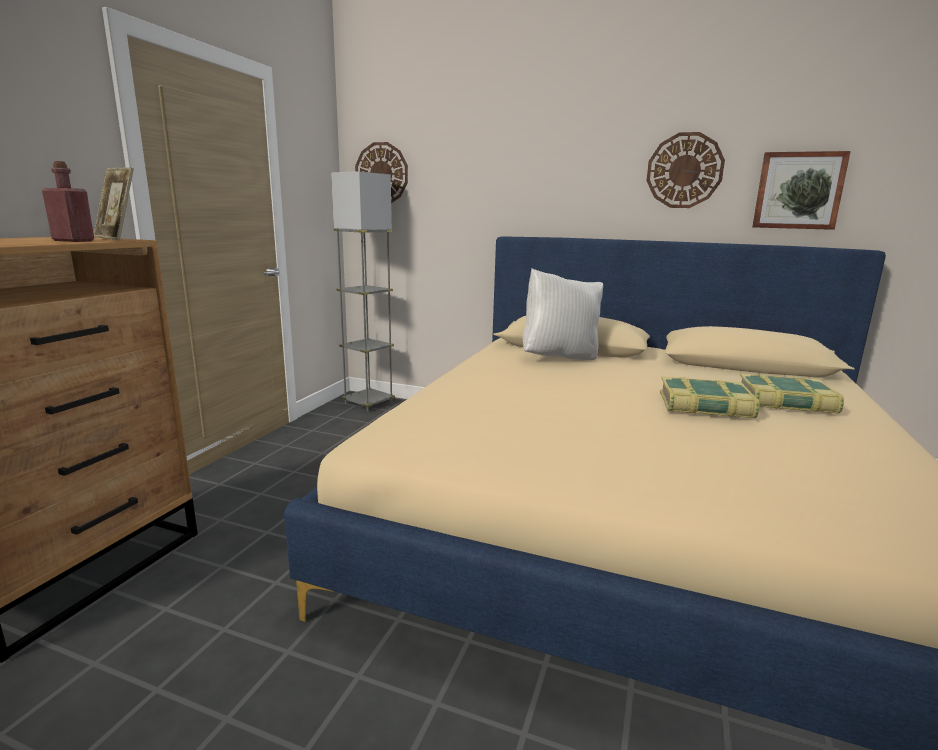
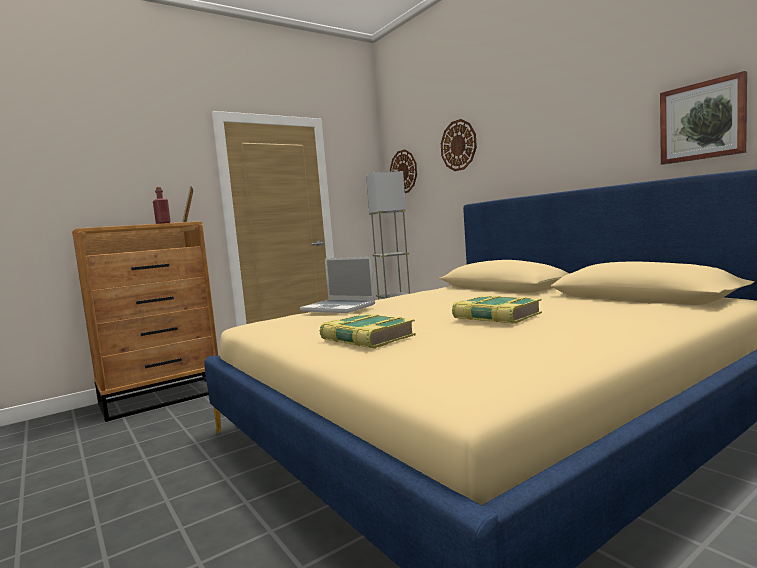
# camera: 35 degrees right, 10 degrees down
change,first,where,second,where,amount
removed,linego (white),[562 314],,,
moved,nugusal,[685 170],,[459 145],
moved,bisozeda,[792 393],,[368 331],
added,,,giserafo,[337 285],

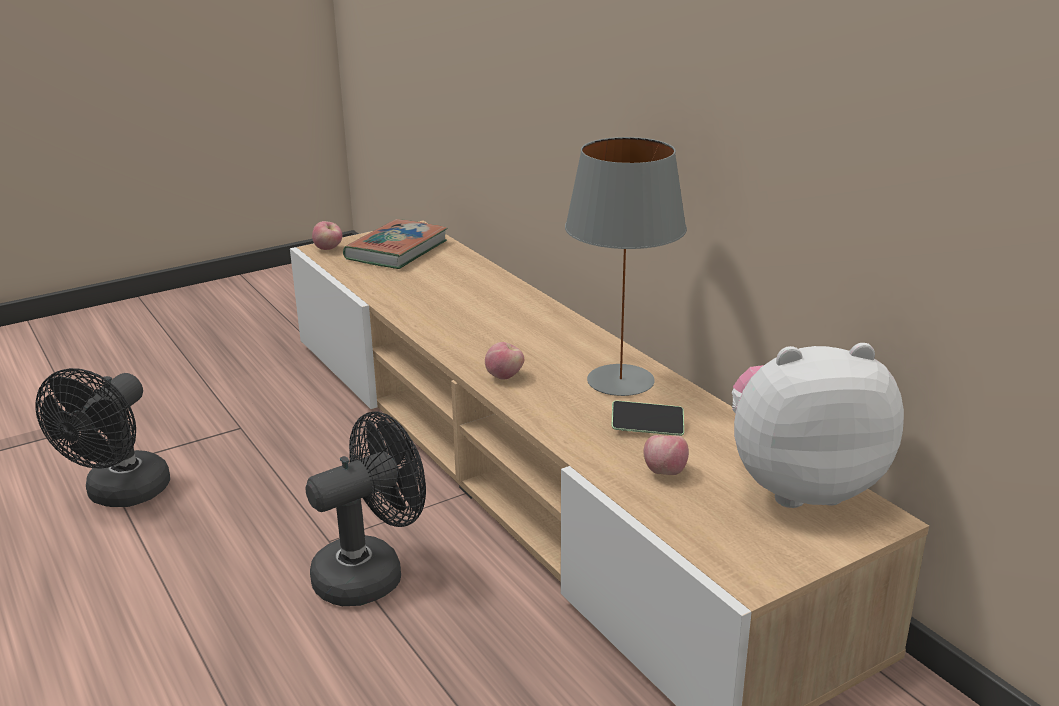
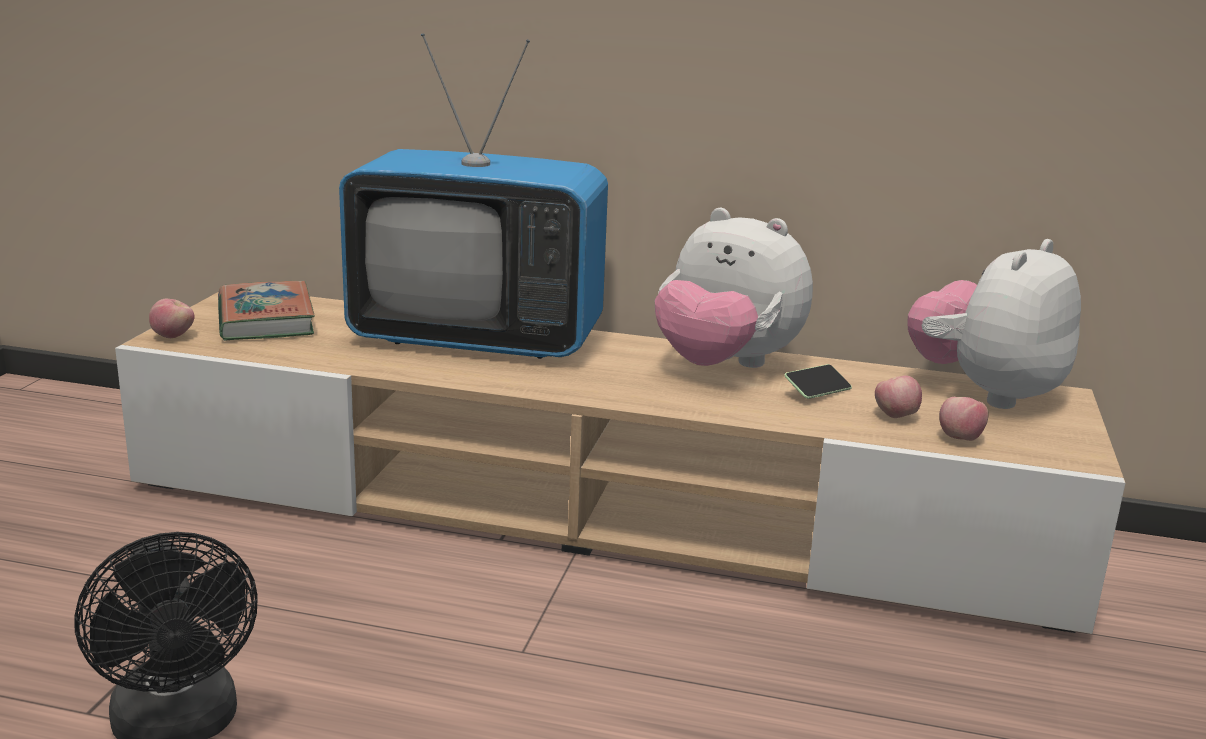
# camera: 45 degrees left, 5 degrees down
change,first,where,second,where,amount
removed,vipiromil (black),[366 508],,,
moved,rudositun,[504 361],,[964 419],
replaced,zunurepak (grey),[626 266],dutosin,[734 288],
added,,,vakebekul,[473 196],

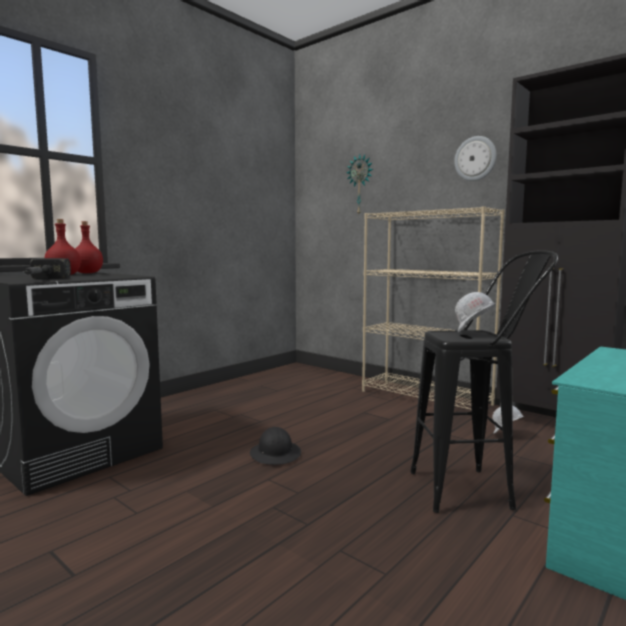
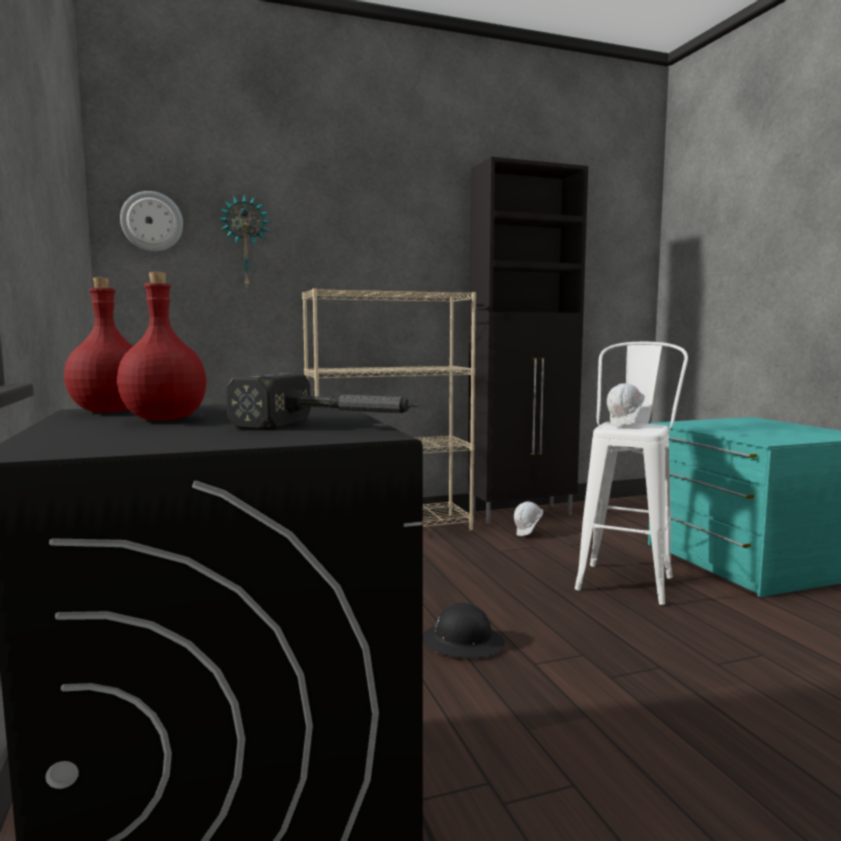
# camera: 60 degrees left, 0 degrees up
change,first,where,second,where,amount
recoloured,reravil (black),[484 381],reravil (white),[631 473],
moved,nugusal,[475 158],,[151 221],

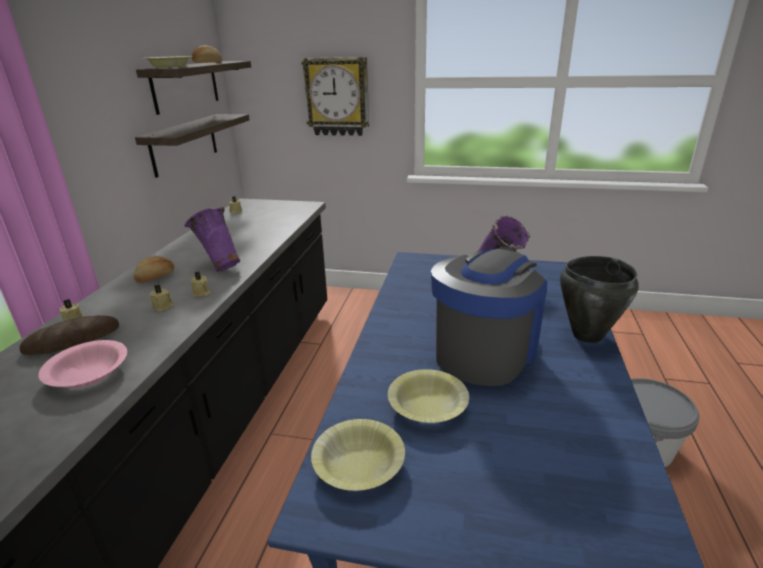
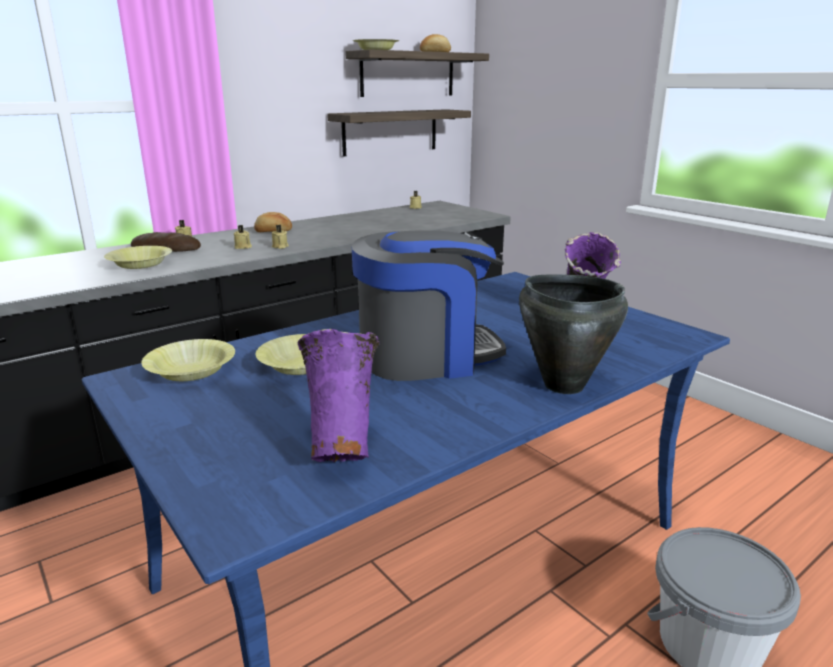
# camera: 40 degrees right, 5 degrees down
change,first,where,second,where,amount
recoloured,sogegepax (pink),[82 364],sogegepax (yellow),[138 257],
moved,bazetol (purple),[212 239],,[338 395],
removed,nugusal,[335 96],,,

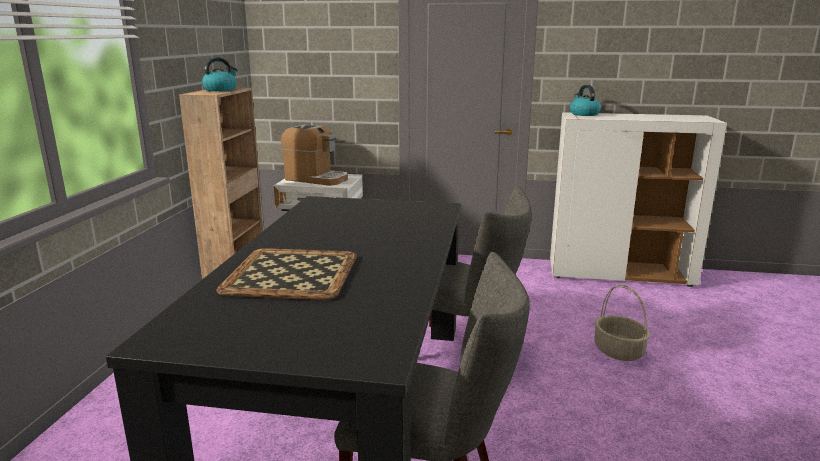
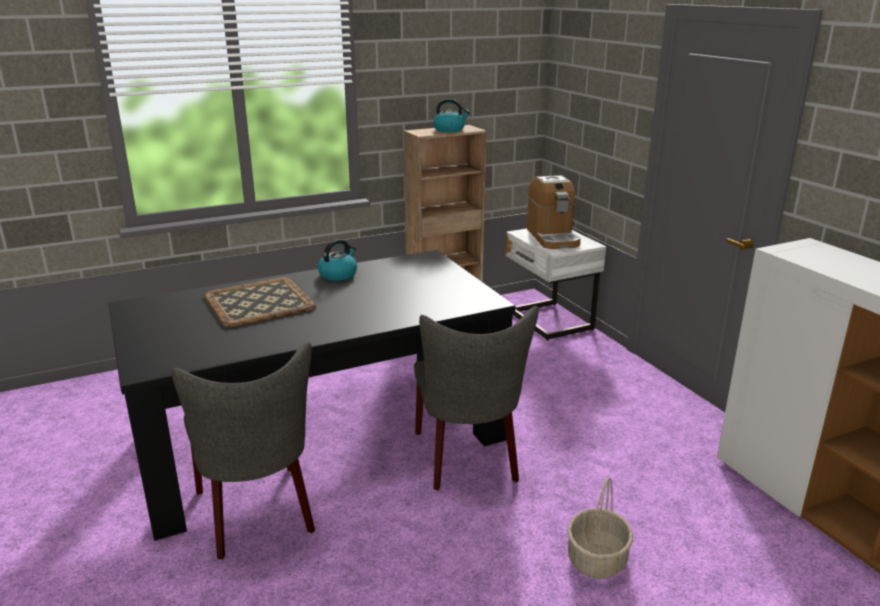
# camera: 55 degrees right, 5 degrees up
change,first,where,second,where,amount
moved,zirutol,[585 100],,[337 260],

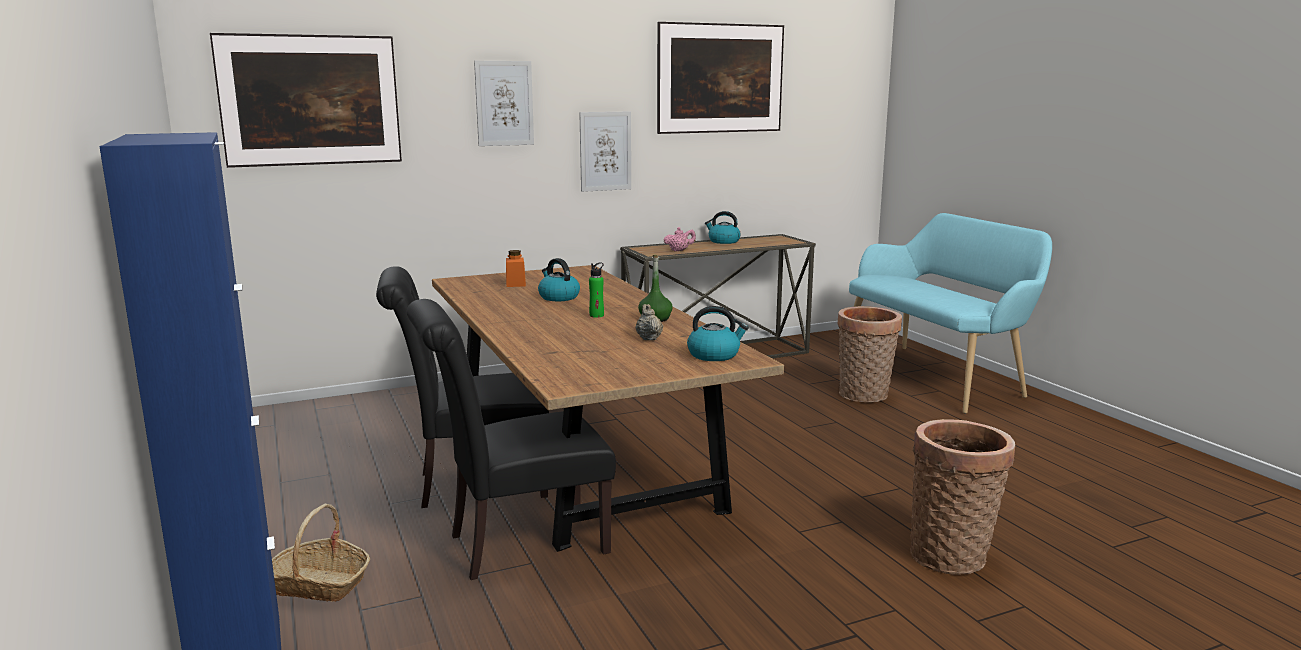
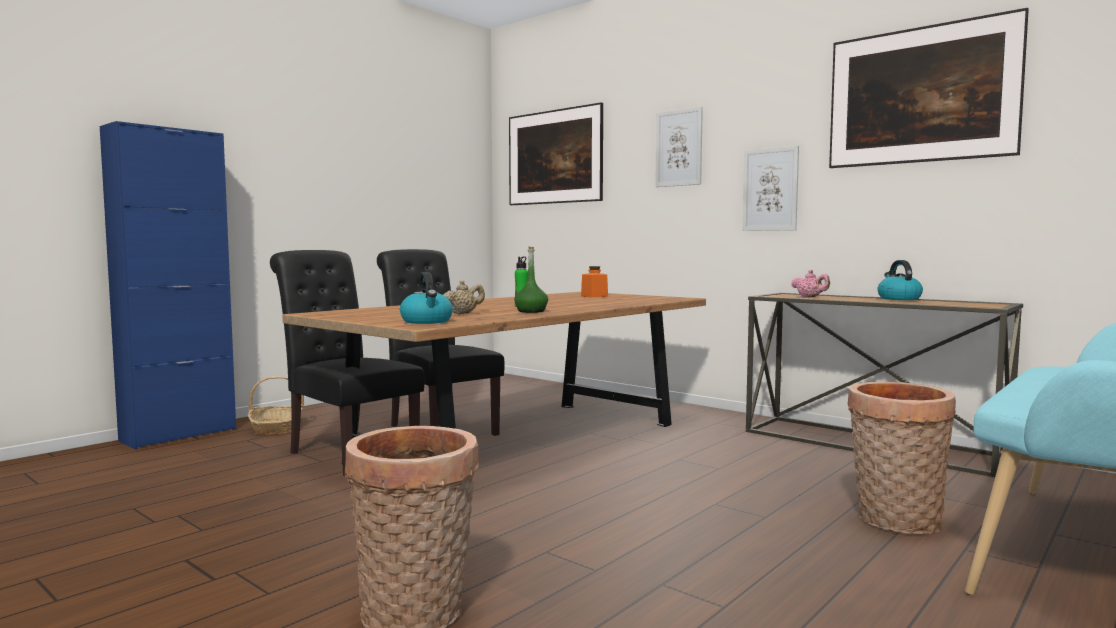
# camera: 65 degrees right, 10 degrees down
change,first,where,second,where,amount
removed,zirutol,[559 279],,,

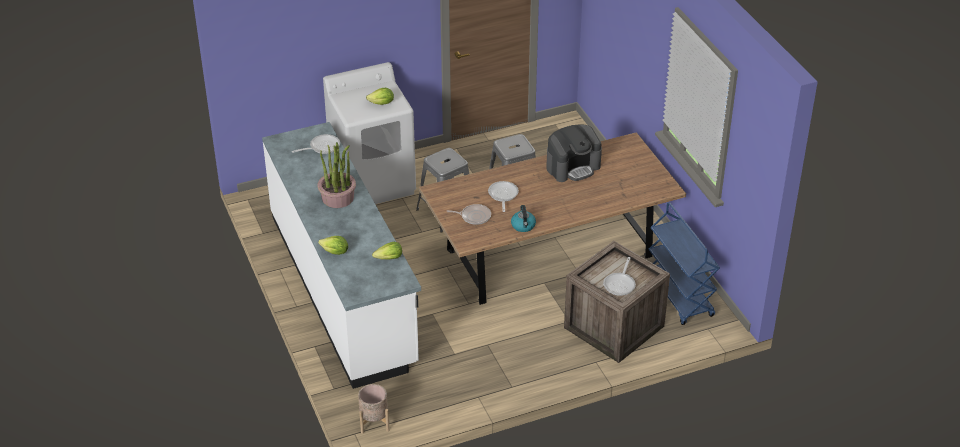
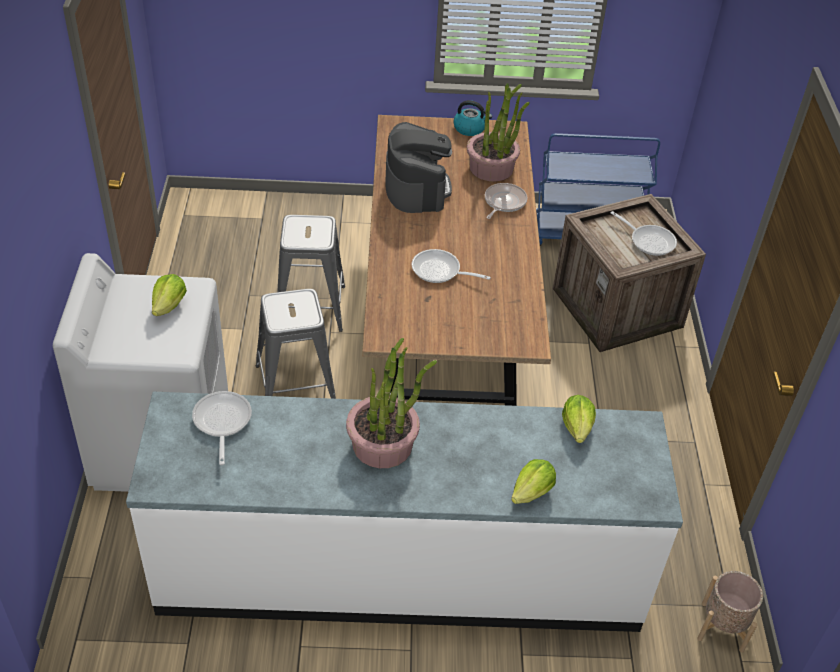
# camera: 70 degrees left, 5 degrees up
change,first,where,second,where,amount
moved,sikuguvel,[468 214],,[506 201],
moved,zirutol,[523 218],,[472 118],
added,,,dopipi,[498 132],

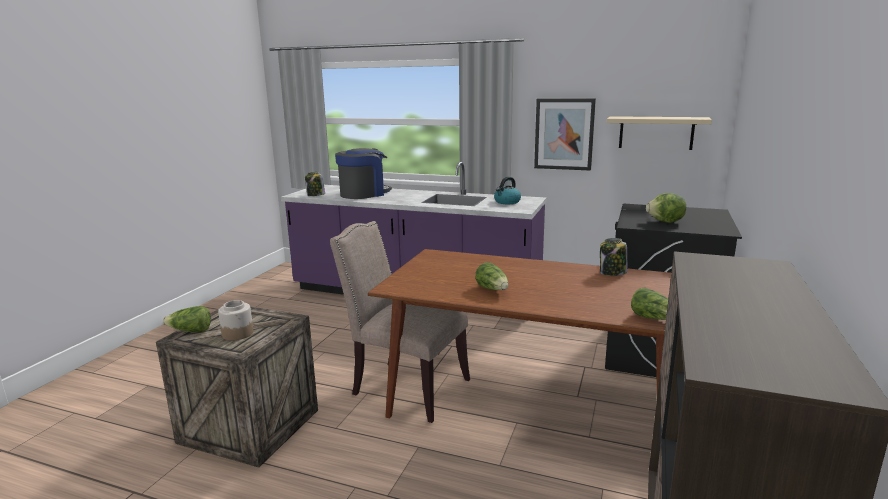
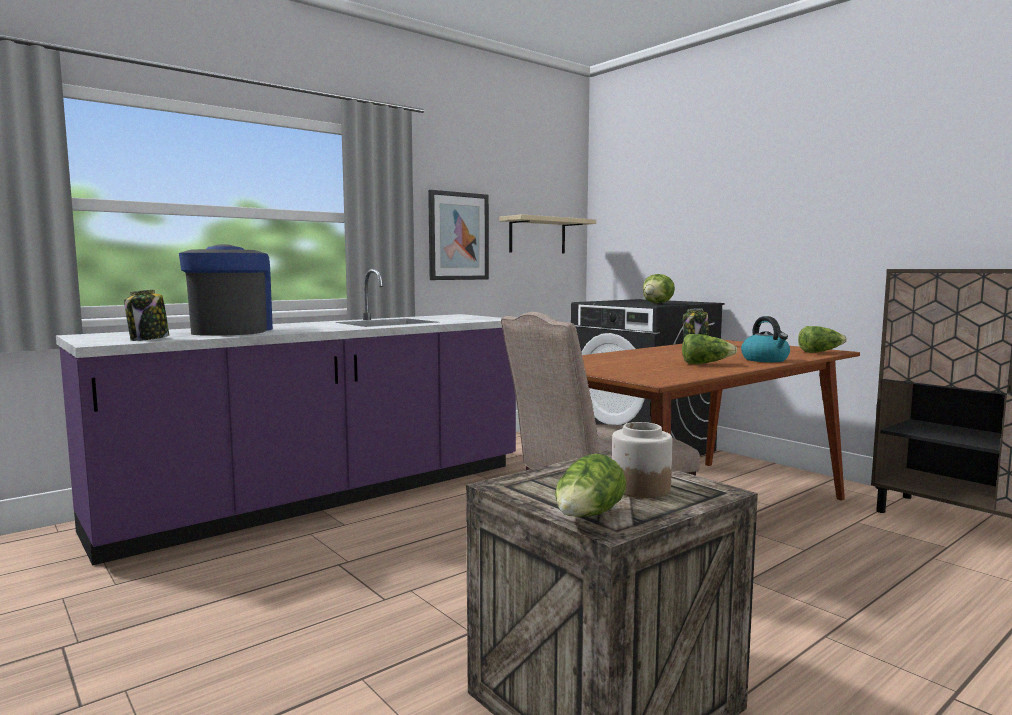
# camera: 60 degrees left, 10 degrees down
change,first,where,second,where,amount
moved,zirutol,[507 190],,[765 339],

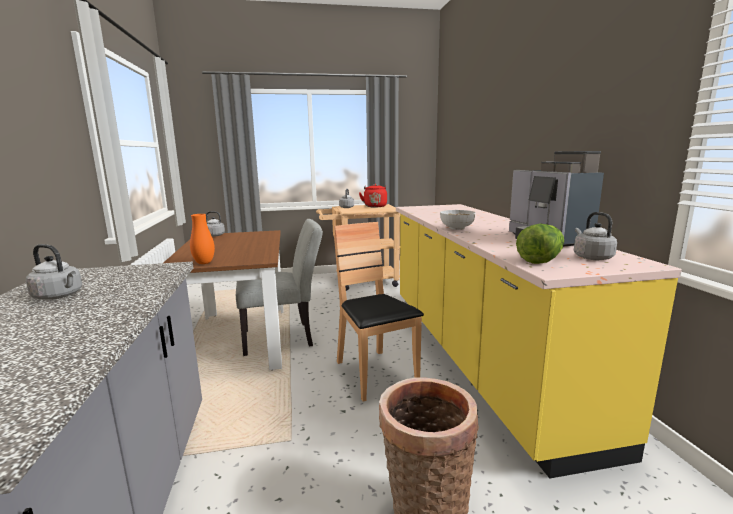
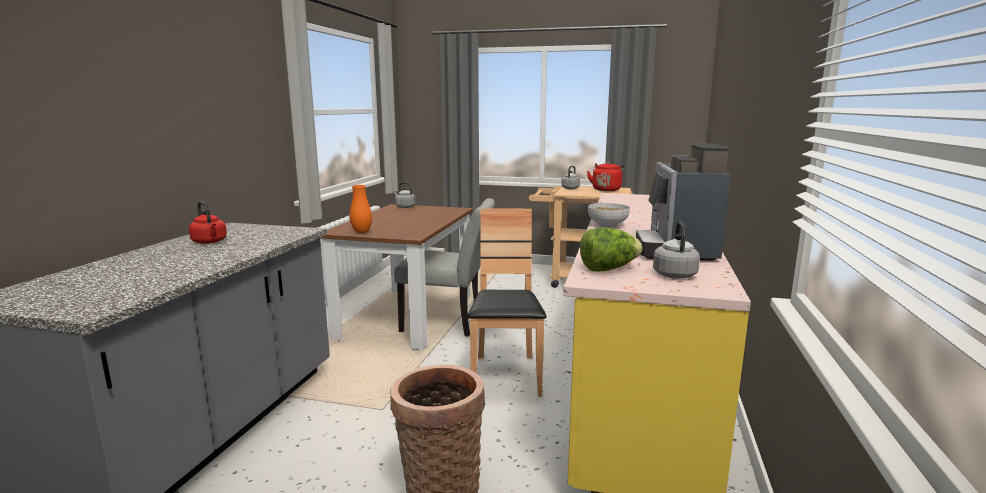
# camera: 25 degrees right, 0 degrees up
change,first,where,second,where,amount
recoloured,zirutol (grey),[54 272],zirutol (red),[208 222],

